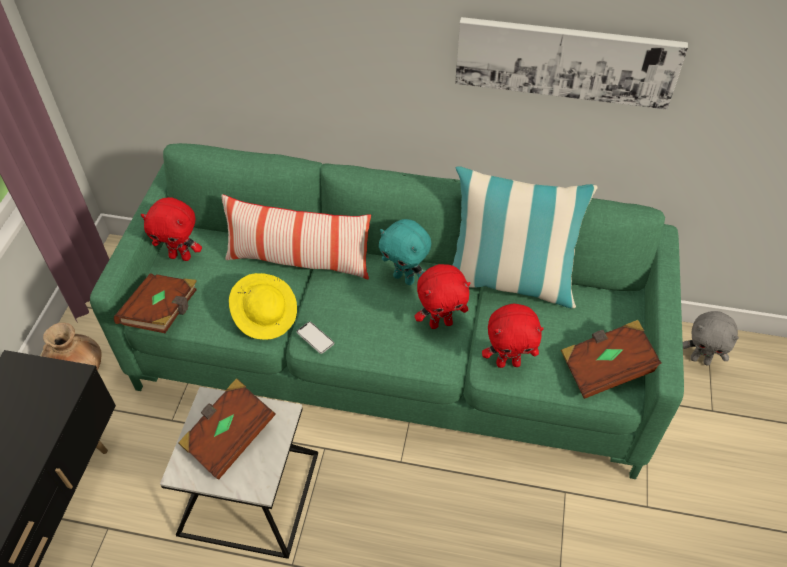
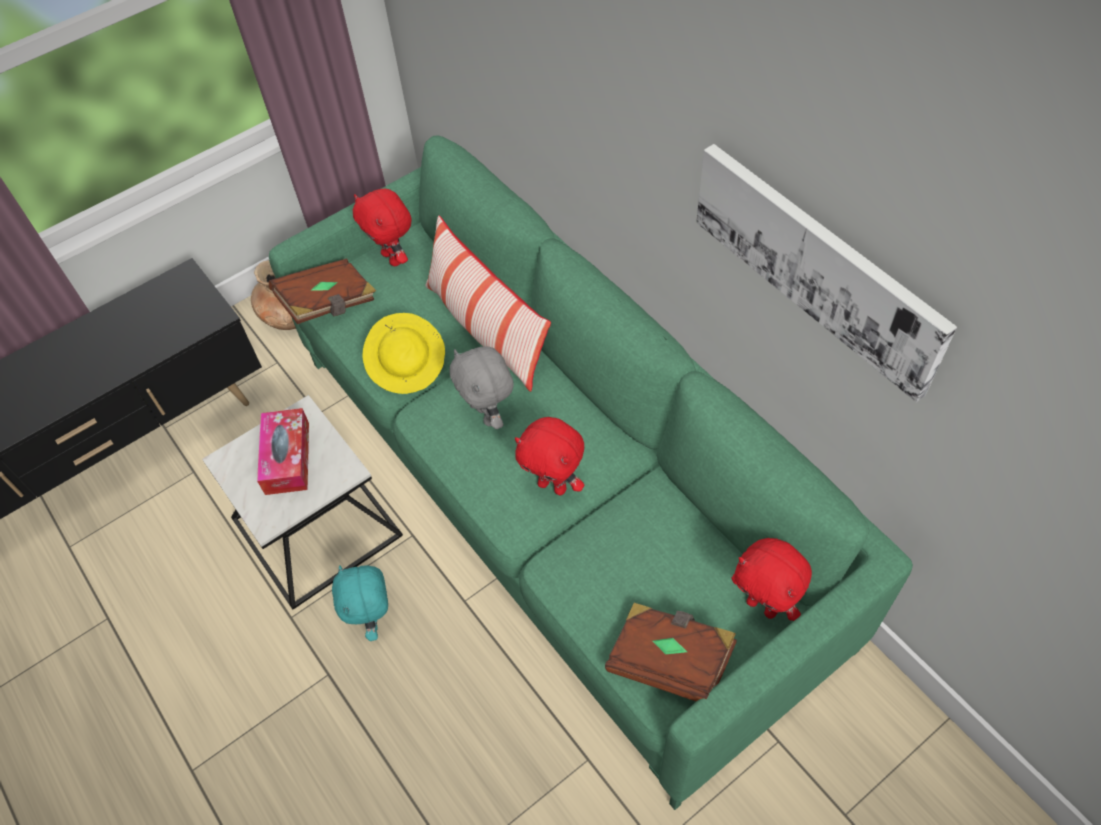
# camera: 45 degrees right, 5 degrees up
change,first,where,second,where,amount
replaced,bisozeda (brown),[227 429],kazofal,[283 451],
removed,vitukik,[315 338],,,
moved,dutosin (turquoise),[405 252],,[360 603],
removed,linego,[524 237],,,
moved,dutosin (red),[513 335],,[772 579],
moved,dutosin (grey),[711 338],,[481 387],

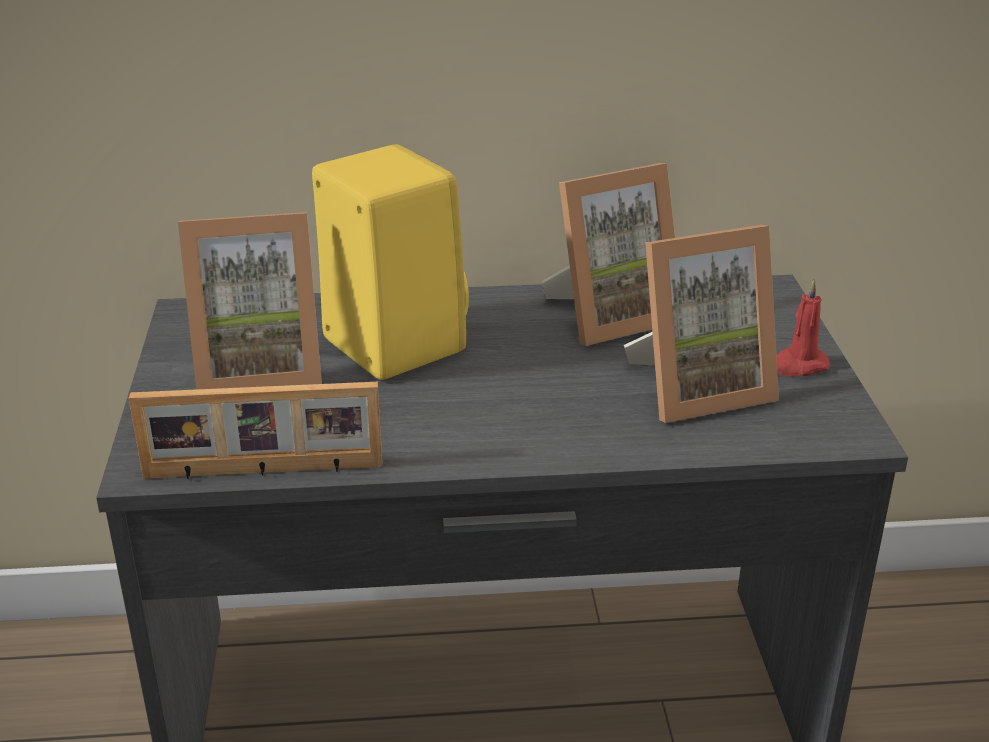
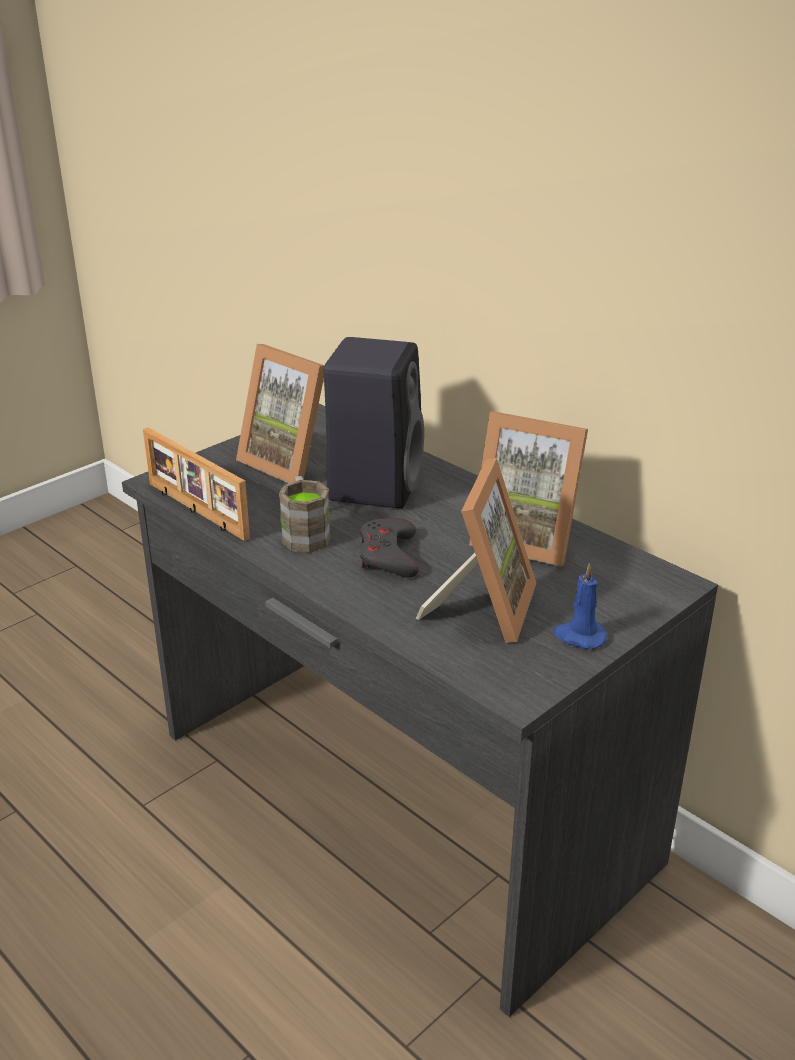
# camera: 50 degrees right, 0 degrees up
change,first,where,second,where,amount
recoloured,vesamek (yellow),[390 262],vesamek (black),[374 423],
turned,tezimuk,[701 324],,[475 550],105 degrees counterclockwise
recoloured,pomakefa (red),[803 327],pomakefa (blue),[580 606],
added,,,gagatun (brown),[305 514],
added,,,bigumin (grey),[389 548],

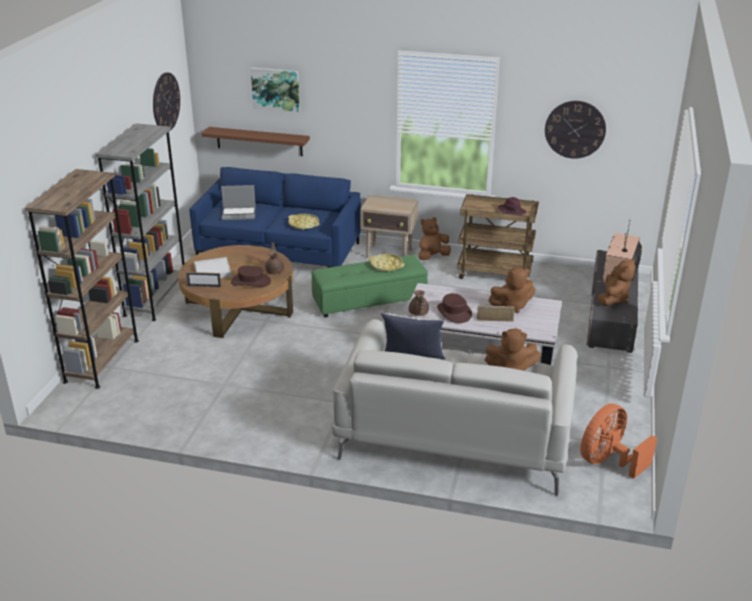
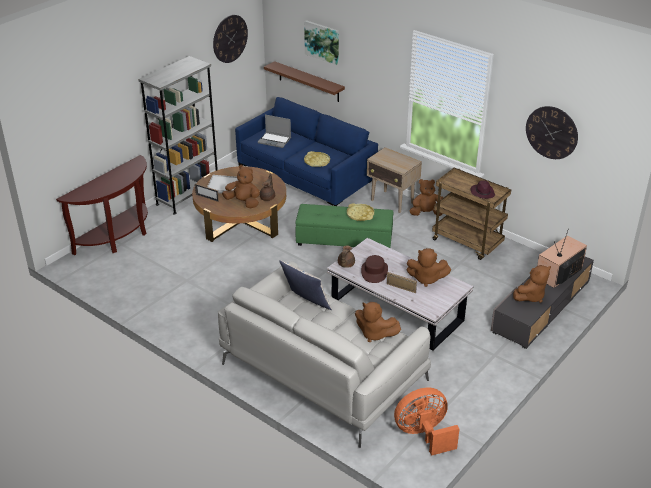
# camera: 25 degrees right, 5 degrees up
change,first,where,second,where,amount
replaced,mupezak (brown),[82 279],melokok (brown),[102 205],
replaced,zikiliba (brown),[251 276],dutosin (brown),[241 186],

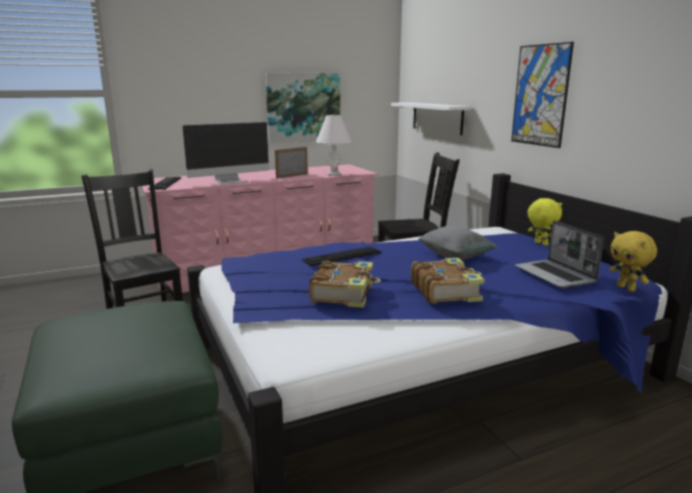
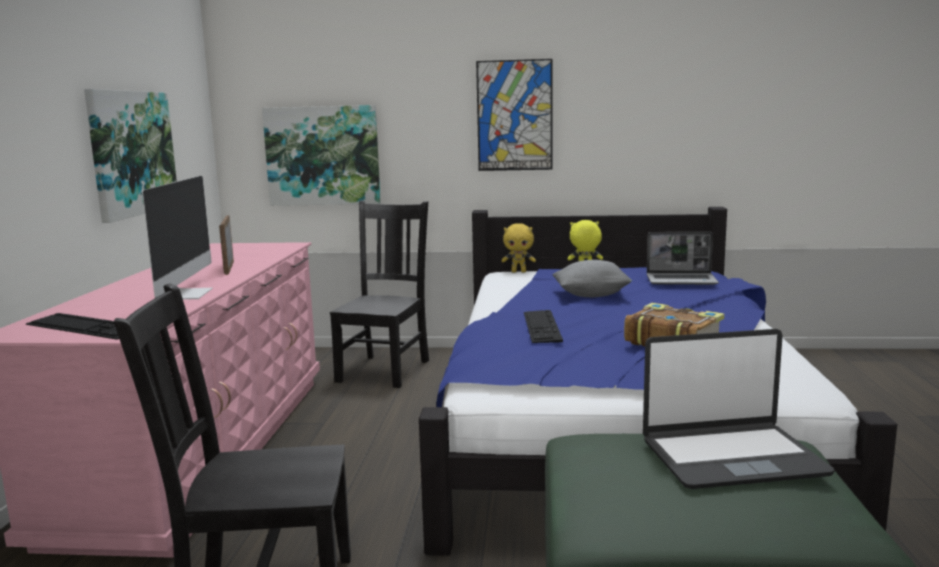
# camera: 60 degrees left, 5 degrees down
change,first,where,second,where,amount
removed,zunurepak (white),[334 145],,,
replaced,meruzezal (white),[431 118],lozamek,[321 155],
removed,bisozeda,[448 281],,,
moved,dutosin (yellow),[633 261],,[519 247],
added,,,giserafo,[739 409],

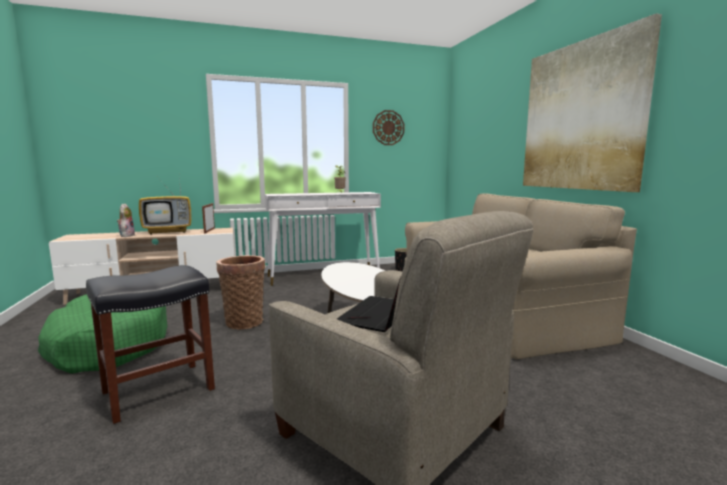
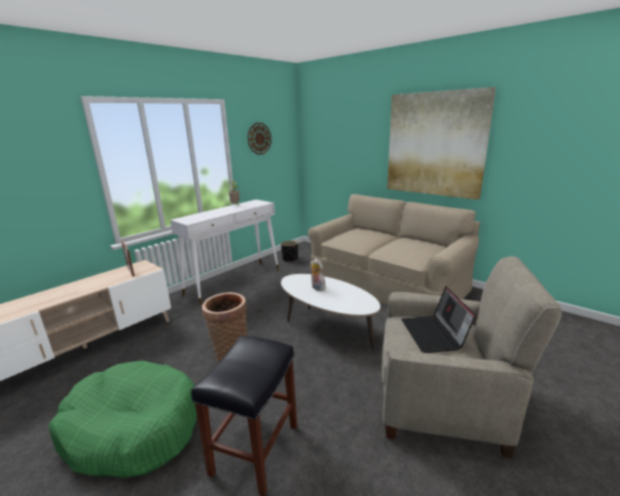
# camera: 30 degrees left, 10 degrees up
change,first,where,second,where,amount
moved,dutosin,[126 220],,[317 274],
removed,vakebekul,[165 206],,,

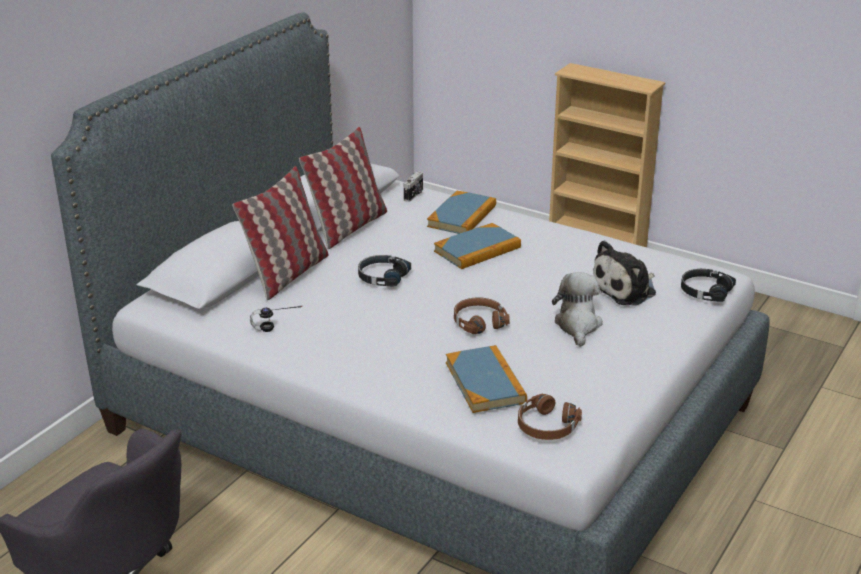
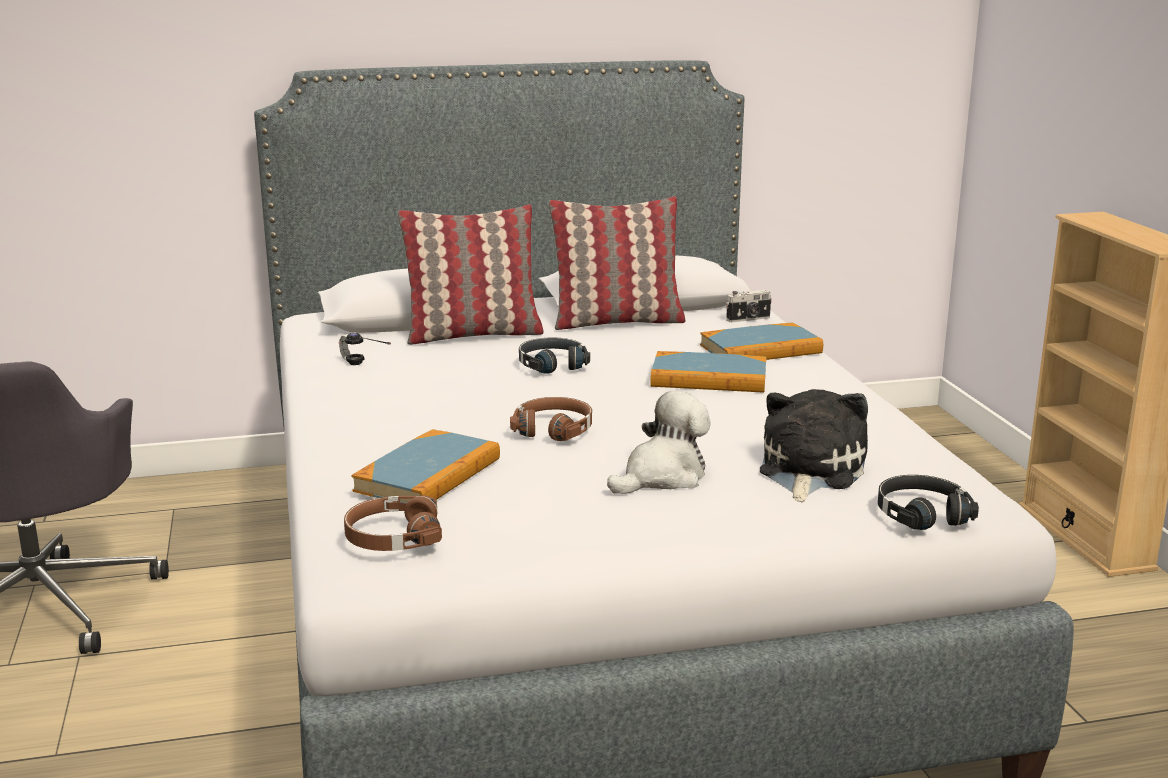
# camera: 45 degrees right, 10 degrees down
change,first,where,second,where,amount
turned,dutosin,[624 273],,[814 445],105 degrees clockwise

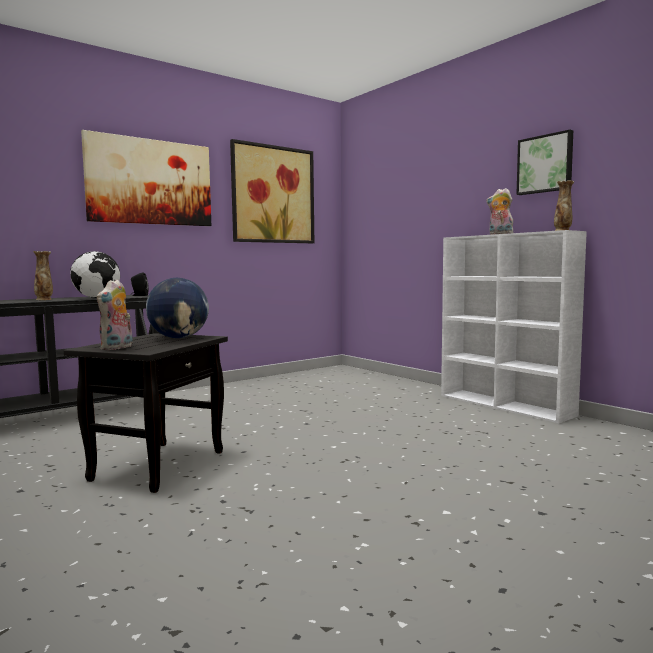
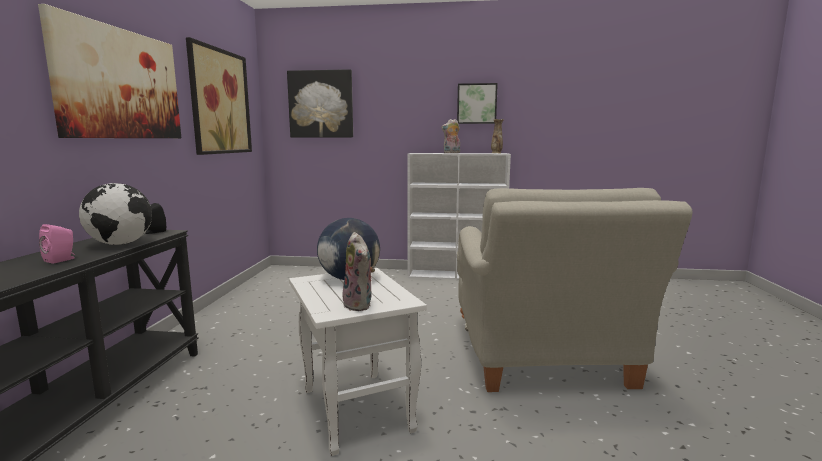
# camera: 45 degrees left, 5 degrees up
change,first,where,second,where,amount
replaced,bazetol,[43 275],vesamek (pink),[57 244],
recoloured,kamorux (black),[146 413],kamorux (white),[358 362],
added,,,lozamek,[320 103],
added,,,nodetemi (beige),[574 290],

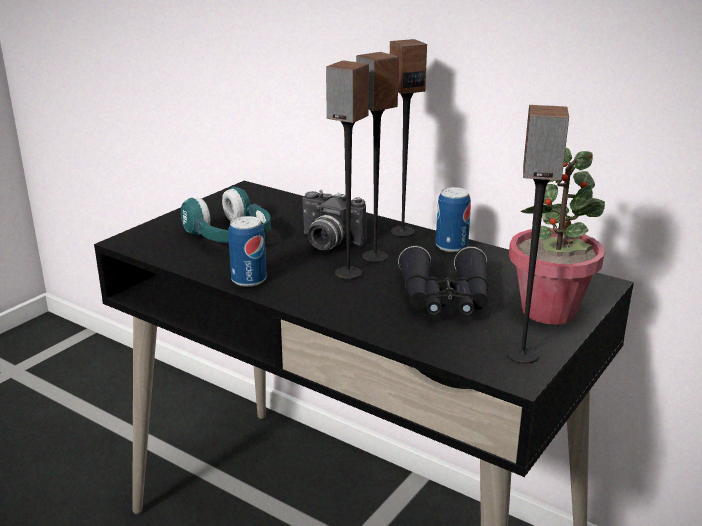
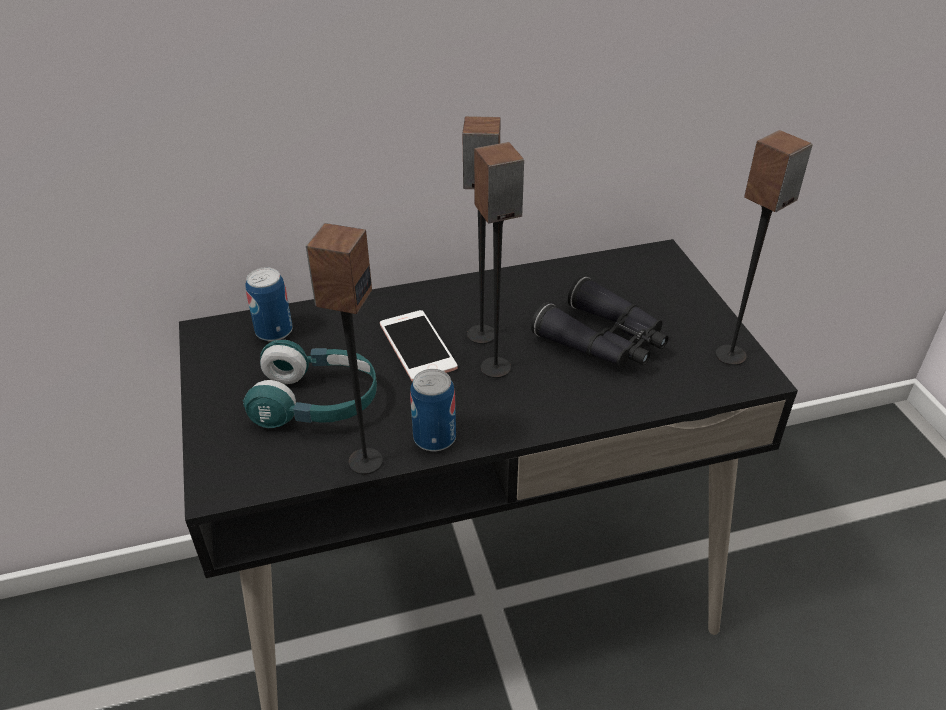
# camera: 50 degrees left, 15 degrees up
change,first,where,second,where,amount
replaced,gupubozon,[334 220],vitukik,[419 346],
moved,vesamek,[408 138],,[344 348],
moved,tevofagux,[453 219],,[269 304],
removed,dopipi,[557 236],,,

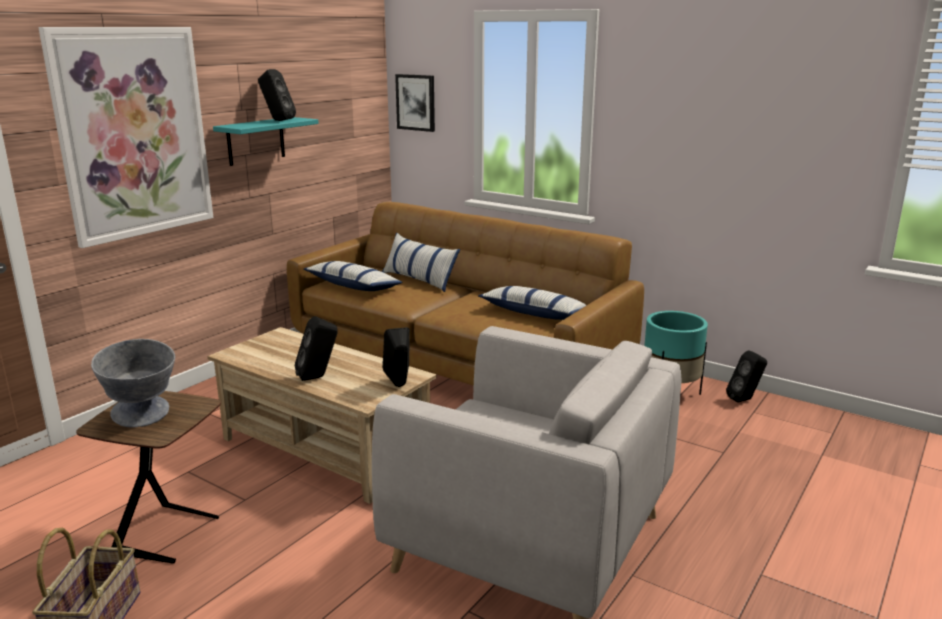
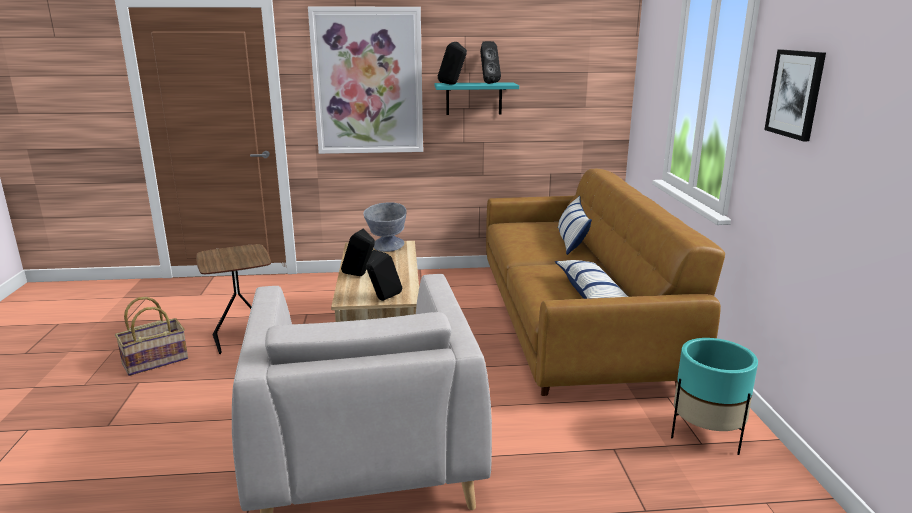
# camera: 50 degrees right, 0 degrees up
change,first,where,second,where,amount
moved,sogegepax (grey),[133 383],,[385 227],
removed,linego,[353 276],,,
moved,lozamek,[415 103],,[795 95],
moved,vesamek (black),[746 377],,[452 63],

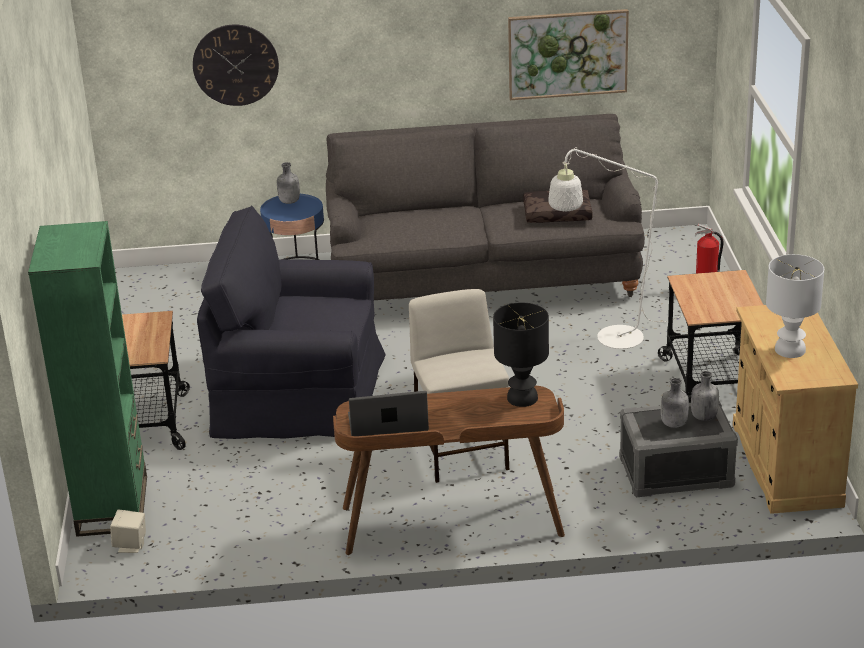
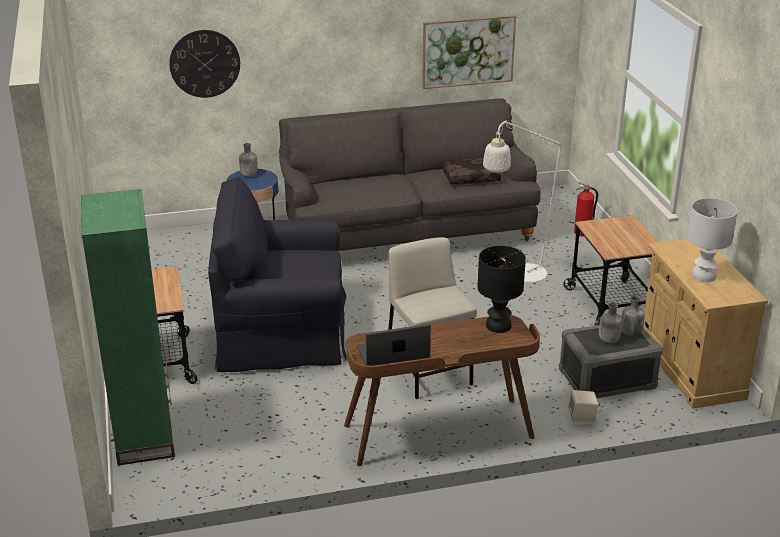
# camera: 10 degrees left, 0 degrees up
change,first,where,second,where,amount
moved,vesamek (beige),[128 531],,[583 407],

